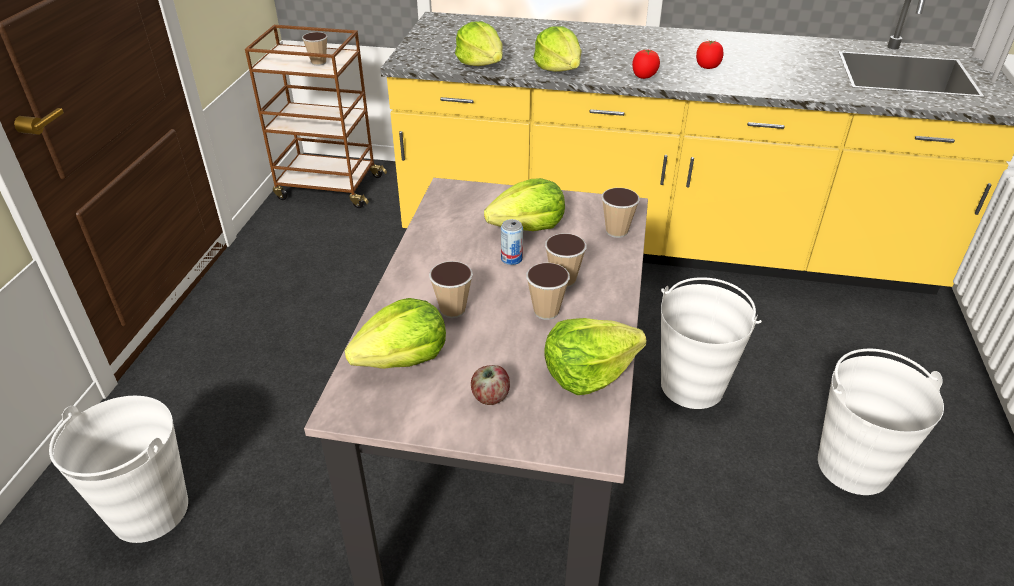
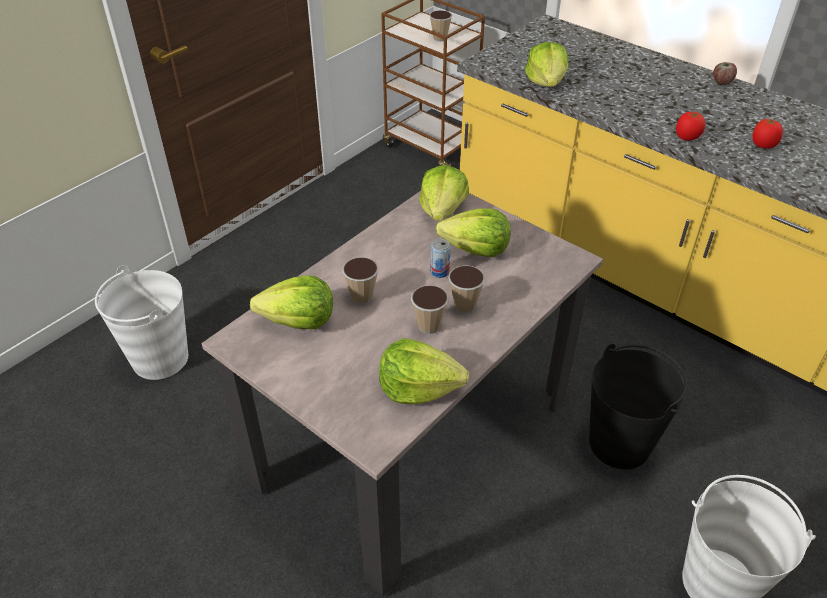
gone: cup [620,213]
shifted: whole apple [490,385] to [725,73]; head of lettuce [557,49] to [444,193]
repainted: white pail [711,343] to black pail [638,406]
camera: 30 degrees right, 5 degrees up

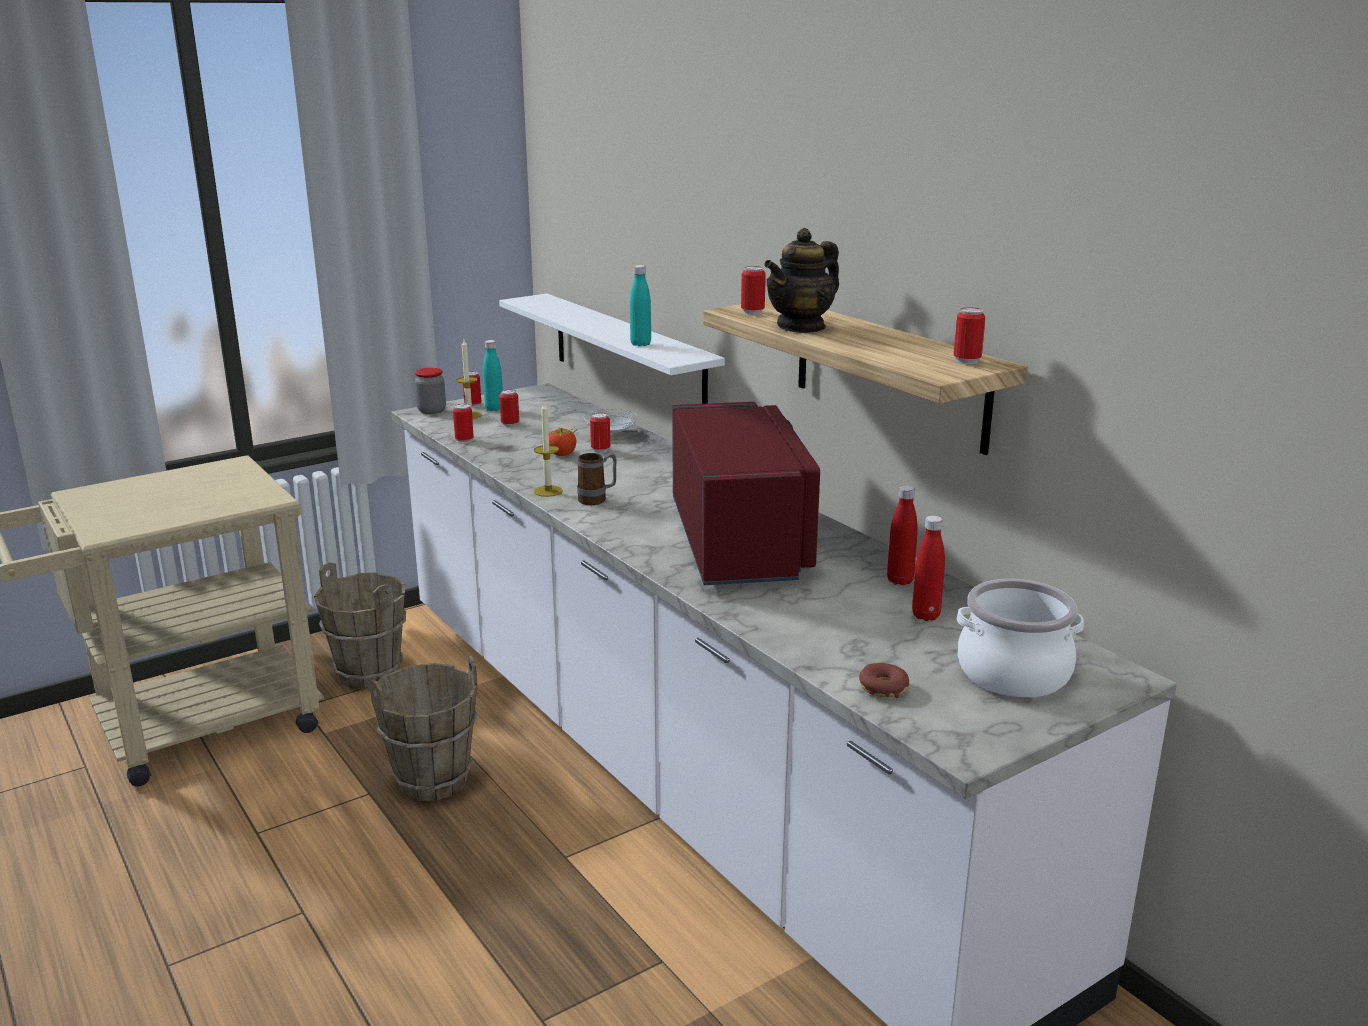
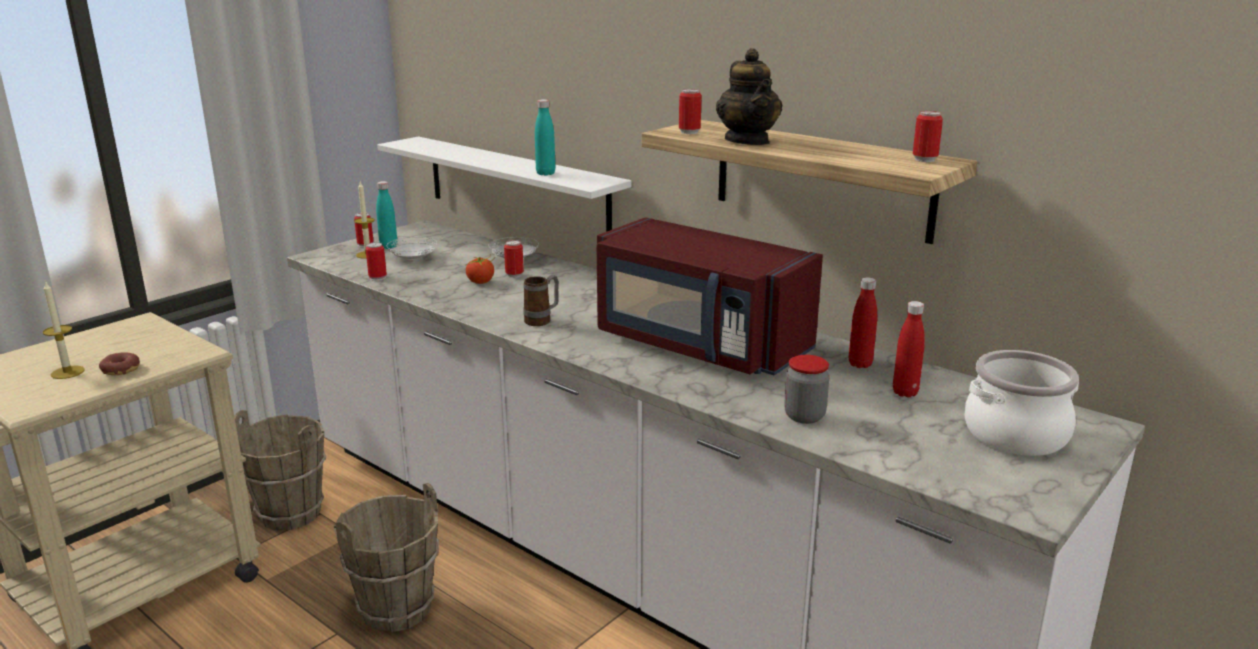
shifted: storage jar [430,391] to [807,389]; candle [548,449] to [64,329]; doughnut [884,680] to [119,363]
swapped: sealed can [509,408] to white dinner plate [411,248]
rotated: red microwave oven [746,493] = [710,296] 150 degrees clockwise; pot for tea [801,280] = [749,96] 45 degrees counterclockwise
camera: 15 degrees left, 0 degrees up

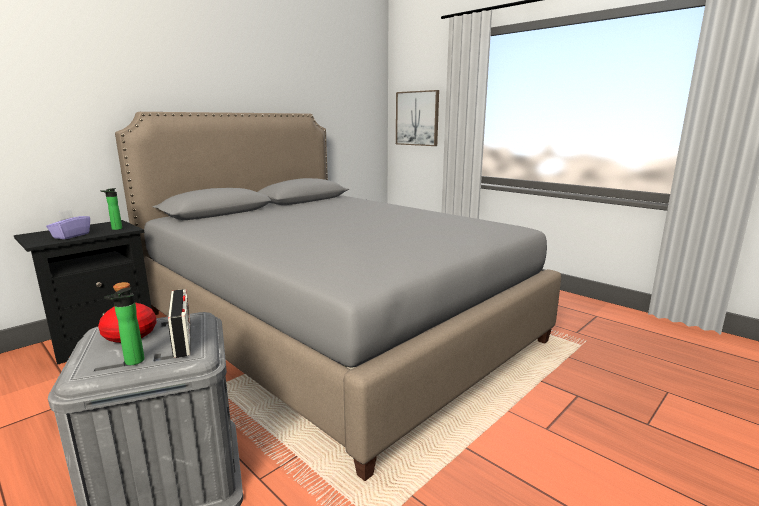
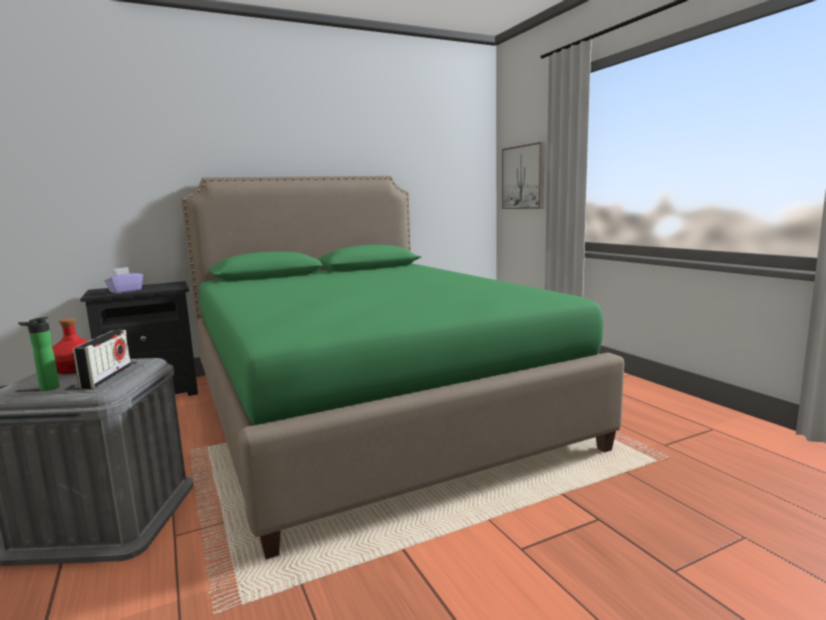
gone: drink bottle [111,209]
repainted: grey sleeping bed [338,296] to greenish sleeping bed [402,367]
camera: 20 degrees right, 5 degrees down

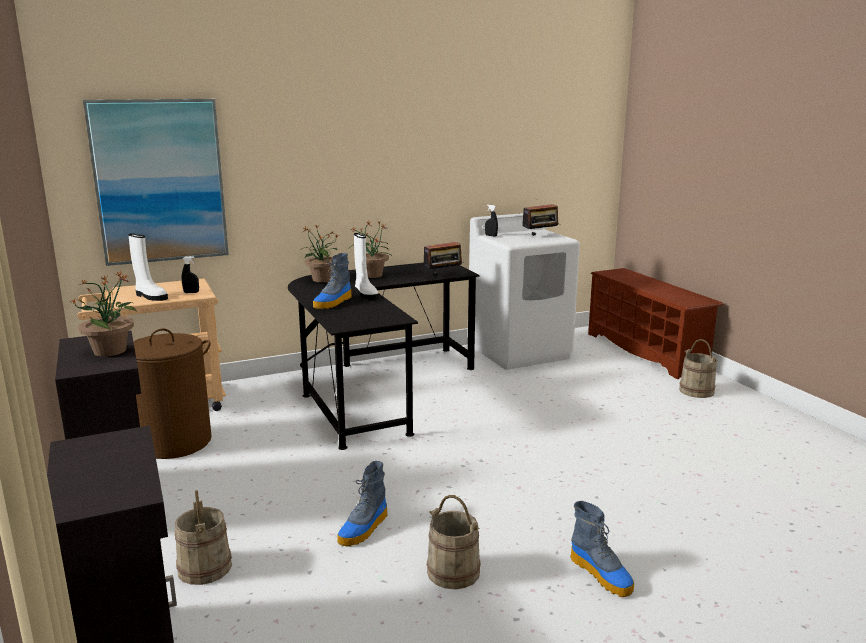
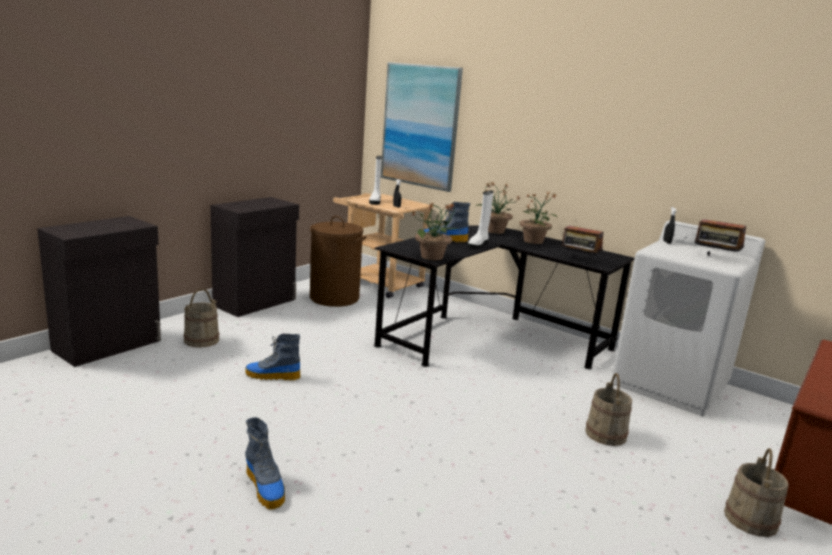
shifted: plant in a pot [103,314] to [435,231]; beige pail [454,542] to [608,409]
rotated: boot [602,549] = [265,463] 60 degrees counterclockwise
camera: 60 degrees right, 0 degrees up

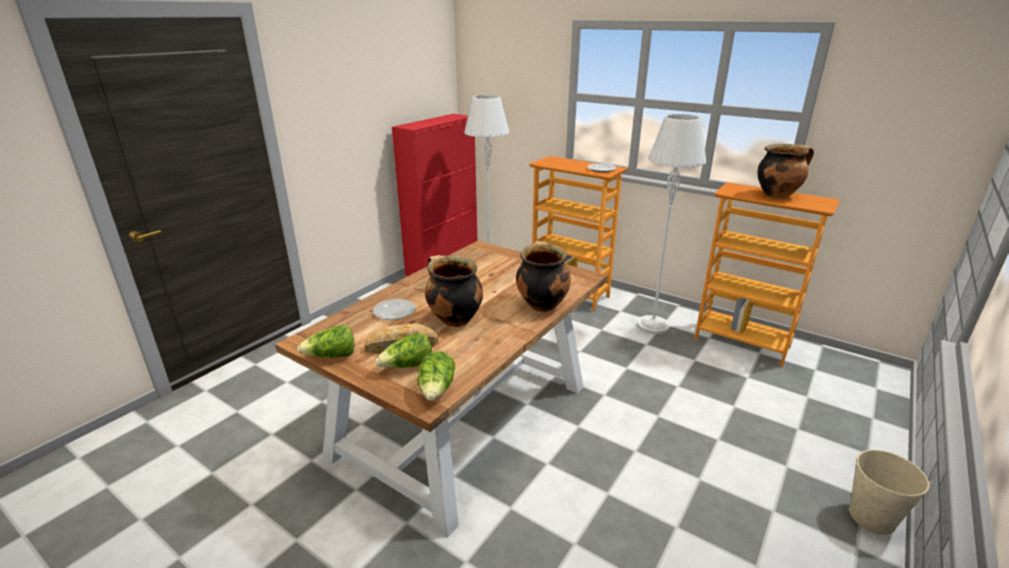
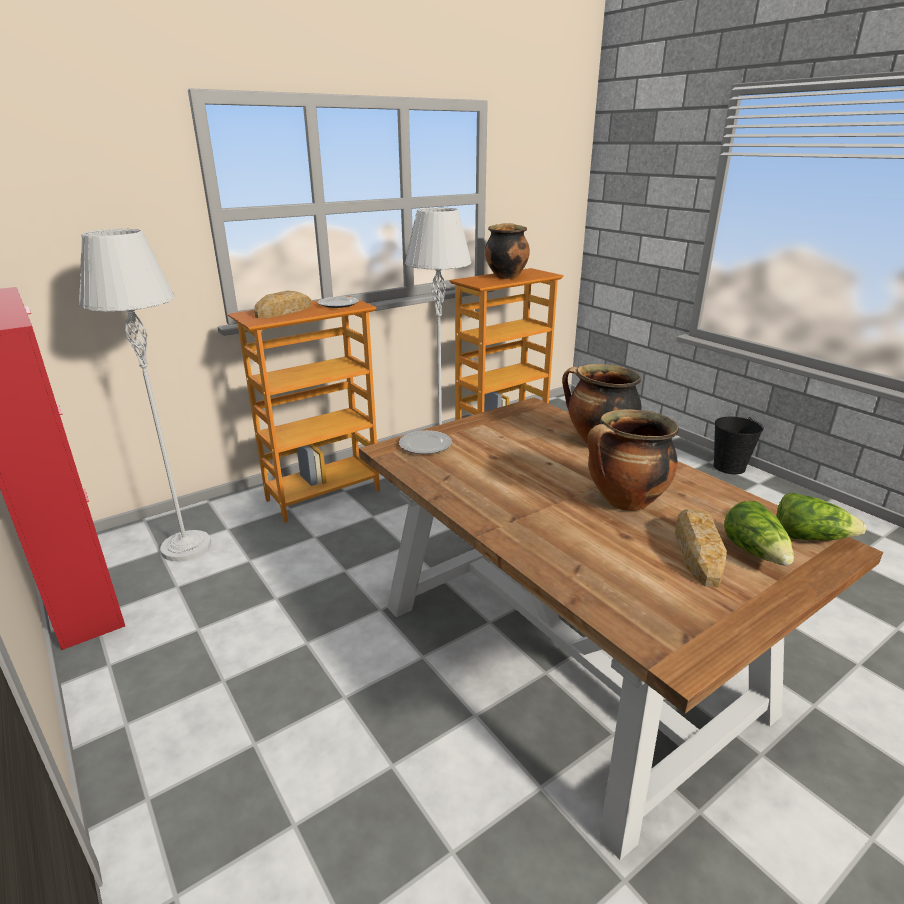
gone: head of lettuce [326,341]
new: bakery bread [283,305]
shifted: dinner plate [394,309] to [425,442]
repainted: beige pail [890,492] to black pail [738,445]
camera: 70 degrees left, 0 degrees up

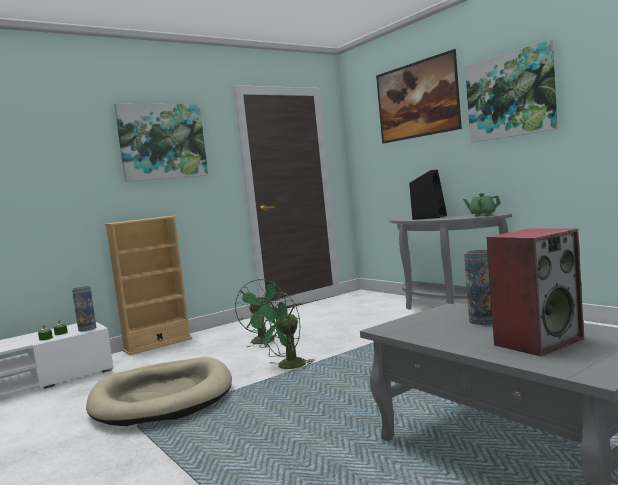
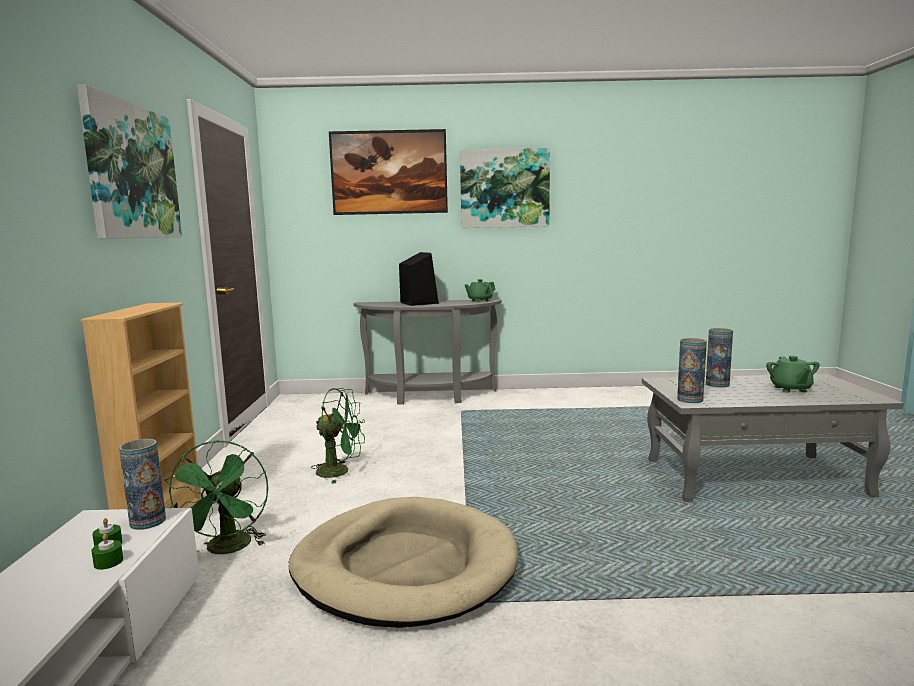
new: flower vase [692,370]
shifted: greenish cooling fan [284,330] to [216,497]
swapped: speaker [535,292] to greenish pot for tea [793,374]
camera: 55 degrees left, 5 degrees up

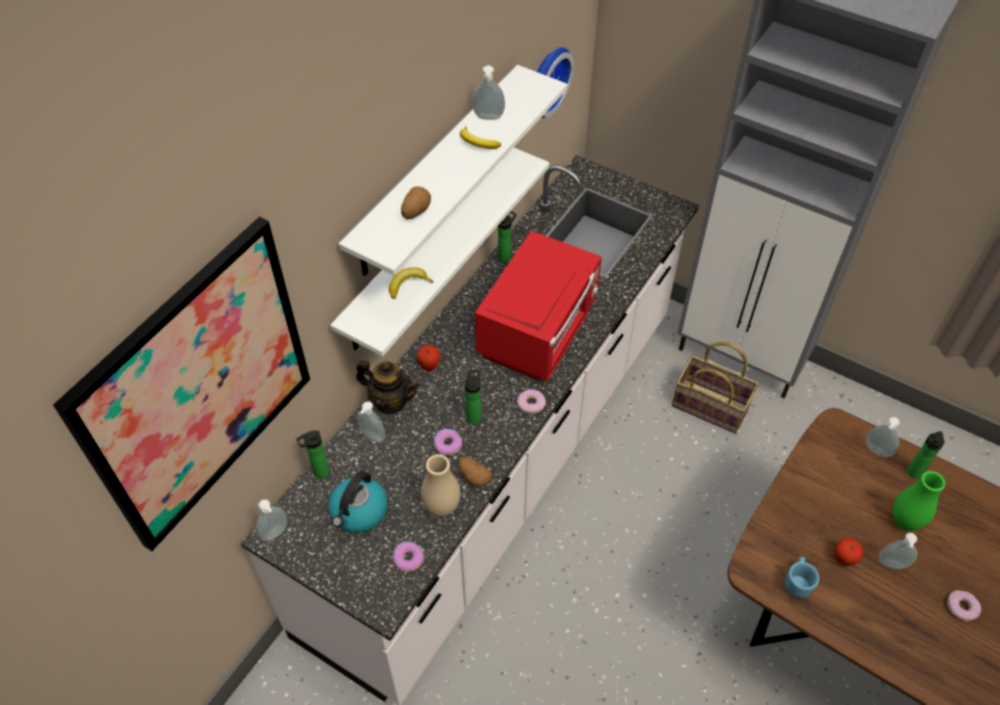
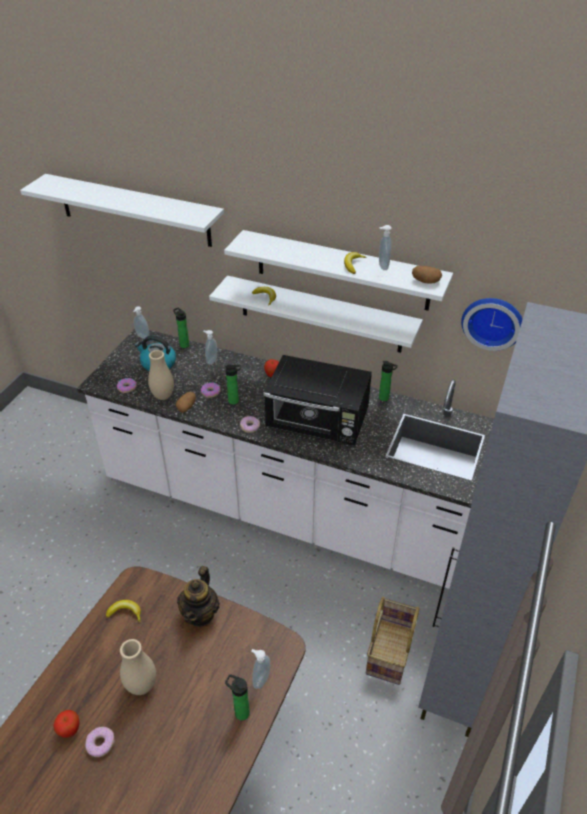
gone: greenish flower vase [919,501]
shifted: pot for tea [387,387] to [198,596]; whole potato [416,202] to [427,275]; whole apple [848,552] to [67,723]
swapped: wall picture [181,384] to white shelf [122,210]; blue mug [802,577] to whole banana [123,611]; soap dispenser [898,551] to beige flower vase [138,667]
repainted: red microwave oven [538,306] to black microwave oven [317,400]
camera: 80 degrees right, 10 degrees down

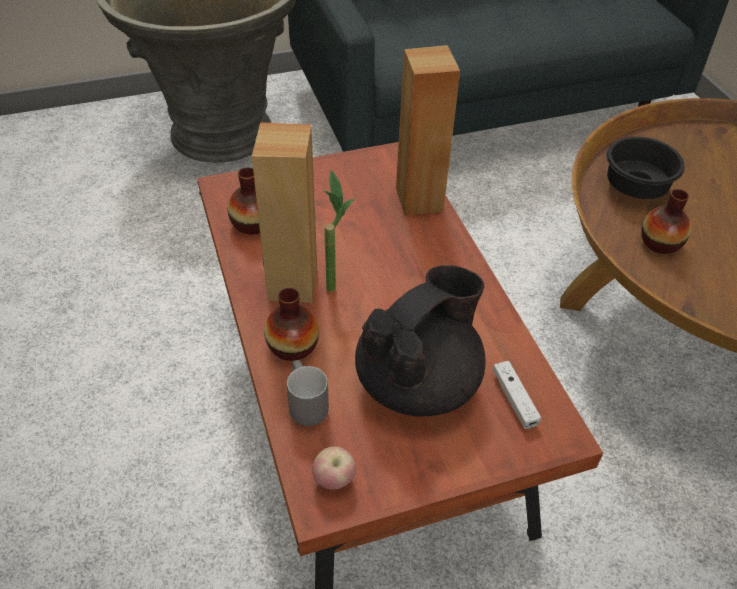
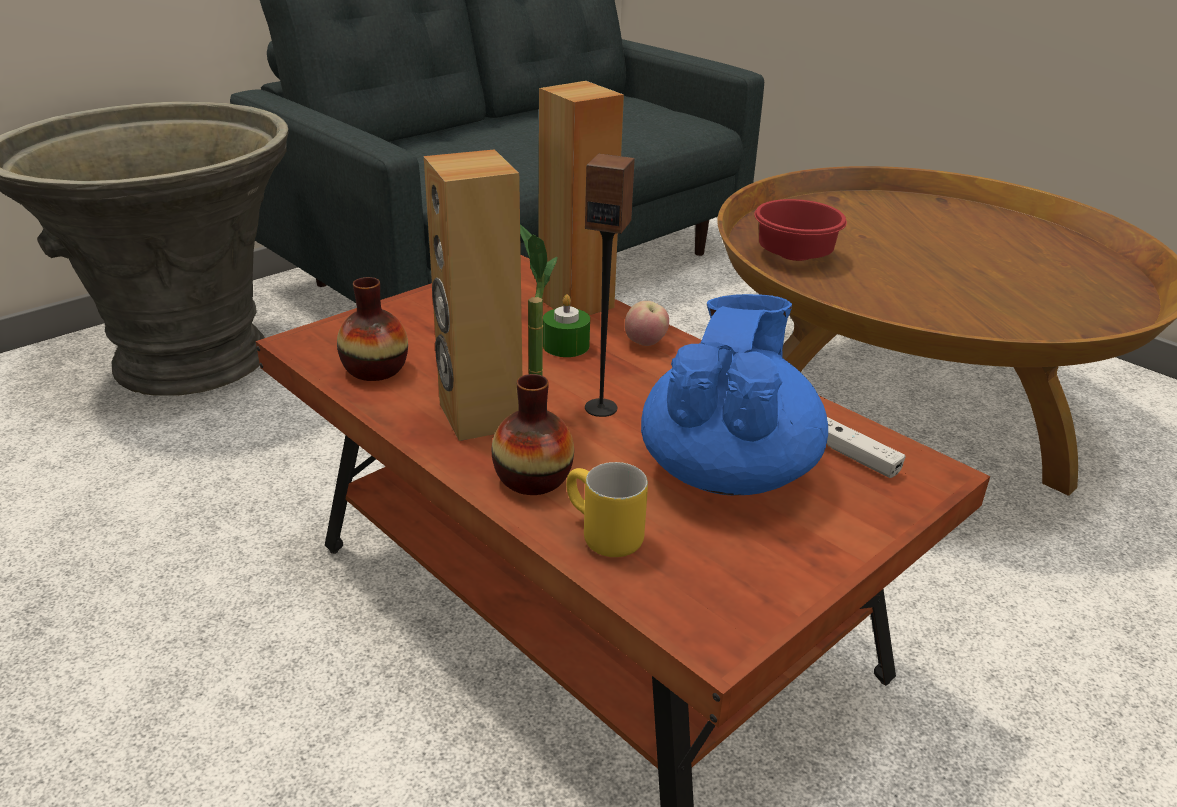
gone: flower vase [666,221]
new: greenish candle [566,325]; speaker [610,285]
shifted: whole apple [334,468] to [647,323]
repainted: grey mug [308,393] to yellow mug [607,509]; black pot for tea [420,340] to blue pot for tea [734,394]; black deep dish [645,168] to red deep dish [800,230]
camera: 25 degrees left, 15 degrees down

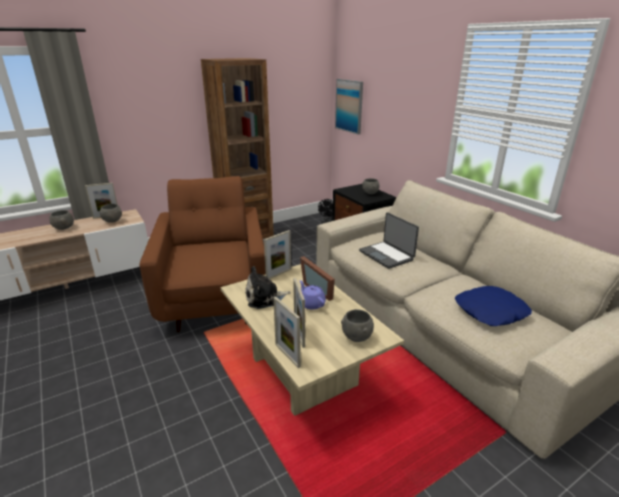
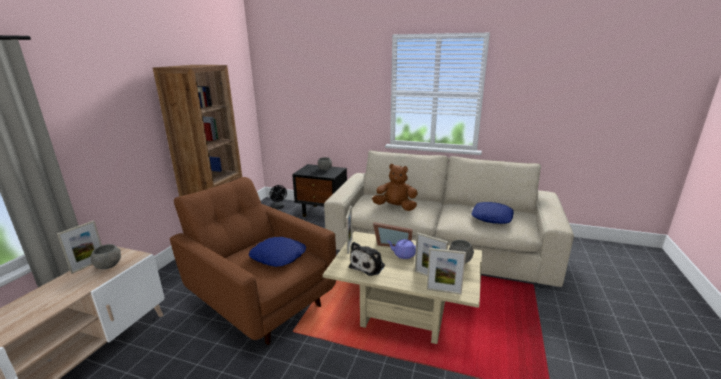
gone: grey deep dish [61,220]; wall picture [349,107]
new: blue pillow [278,252]
swapped: notebook computer [389,240] to brownish cuddly toy [395,187]
camera: 40 degrees left, 5 degrees down

